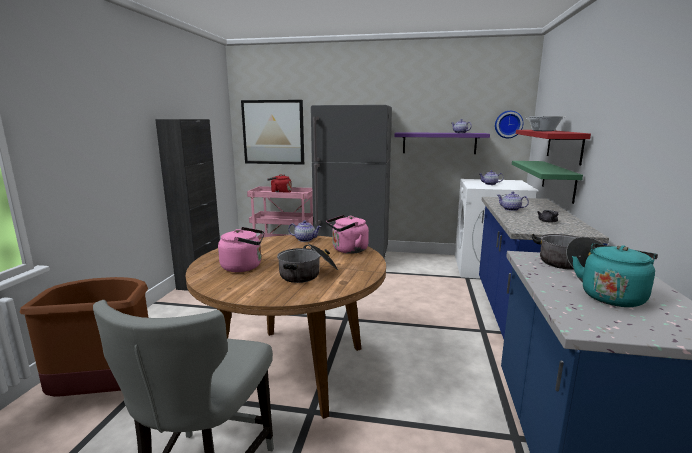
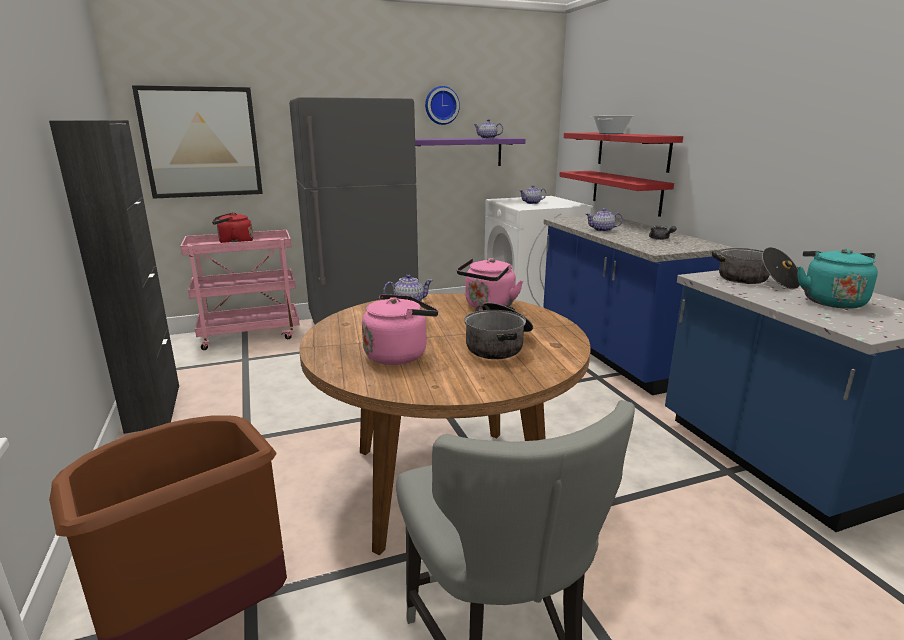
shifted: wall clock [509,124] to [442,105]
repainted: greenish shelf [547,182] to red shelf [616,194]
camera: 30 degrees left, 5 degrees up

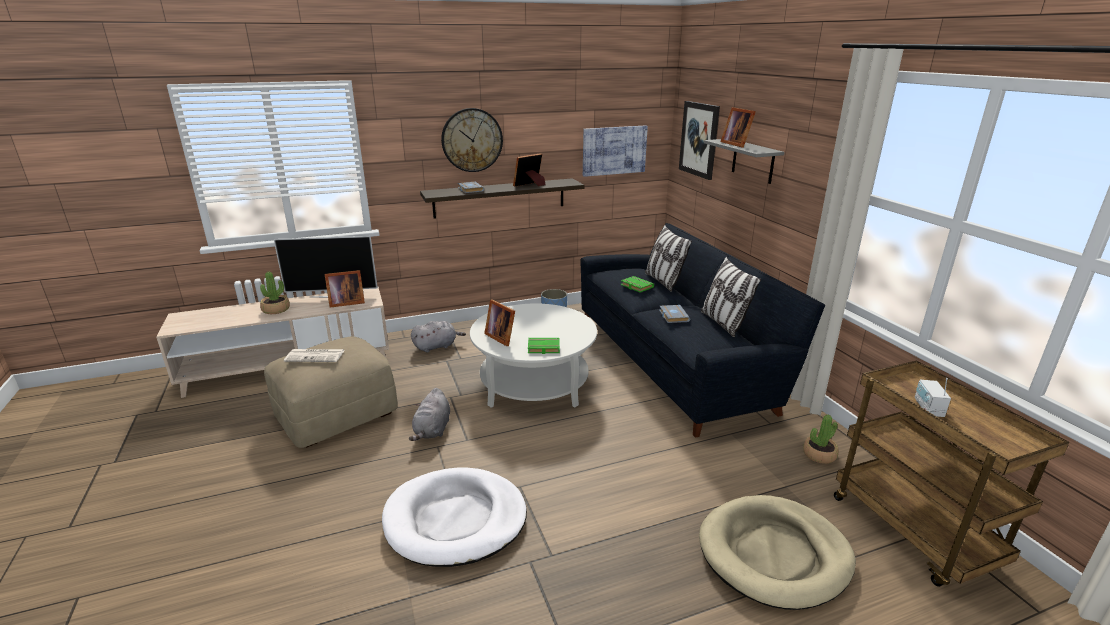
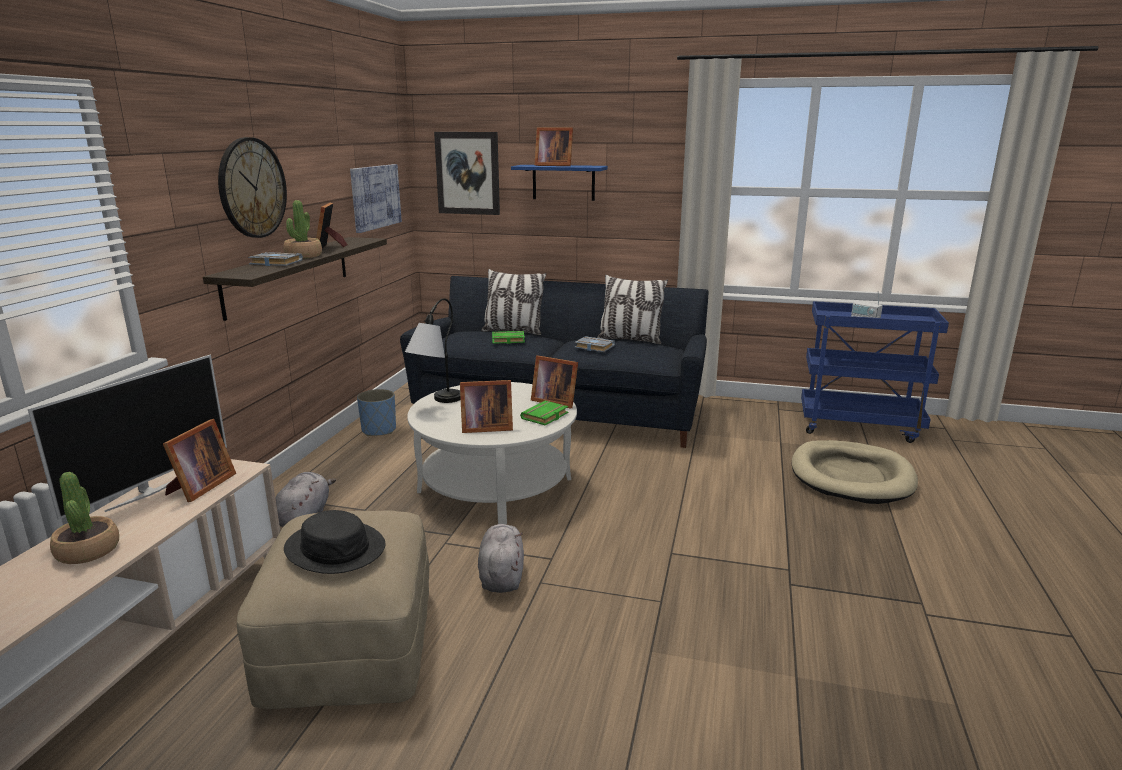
gone: white dog bed [454,517]
new: tabletop lamp [433,350]; picture frame [554,382]
shifted: plant in a pot [821,439] to [303,229]
swapped: newspaper [314,355] to black clothing hat [335,542]
repainted: grey shelf [744,161] to blue shelf [559,183]; brownish cart [952,474] to blue cart [875,372]
rotated: grey cuddly toy [429,414] = [501,558] 135 degrees counterclockwise
camera: 55 degrees left, 5 degrees down

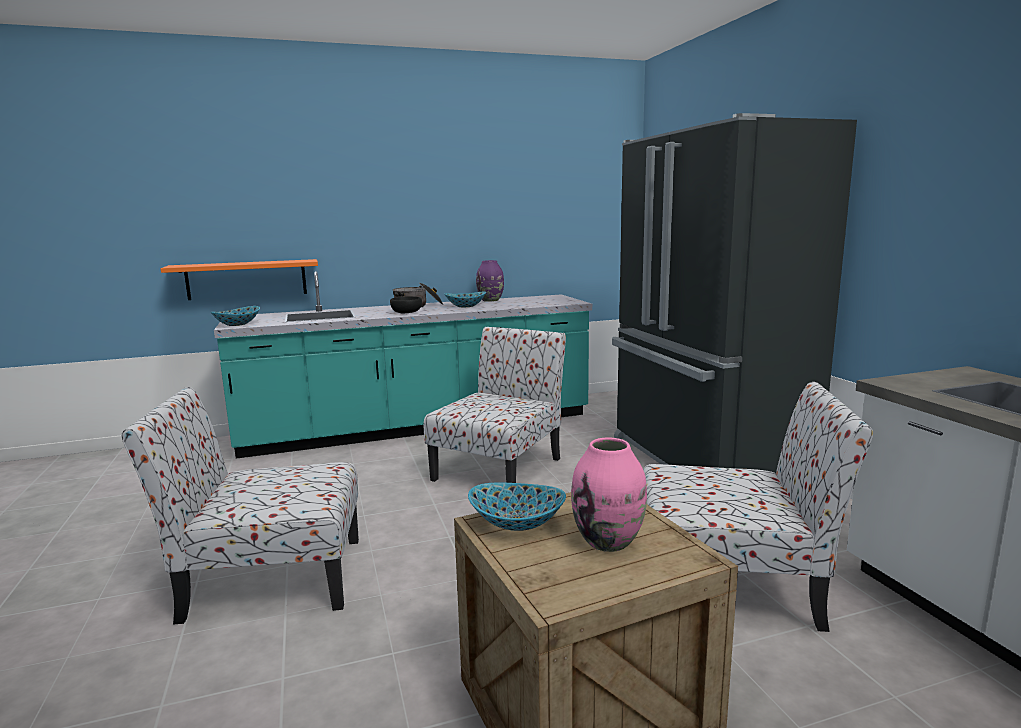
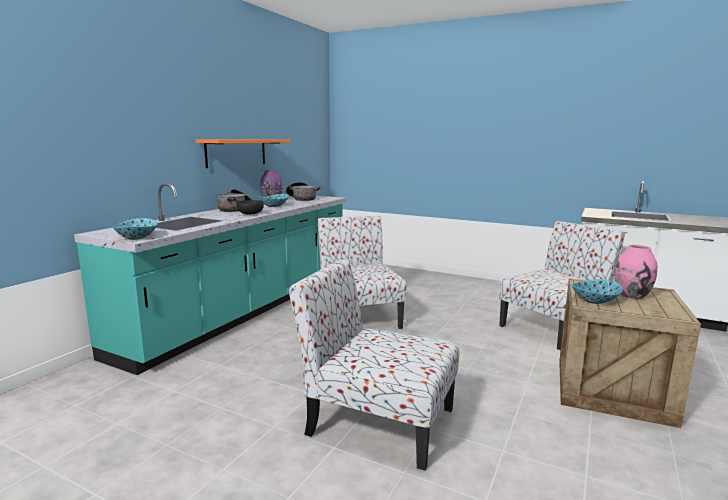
gone: black kitchen fridge [734,293]
new: cooking pot [303,191]
shifted: orangey shelf [239,279] to [243,153]
rotated: plain chair [240,505] = [374,364] 75 degrees clockwise
camera: 45 degrees left, 0 degrees up

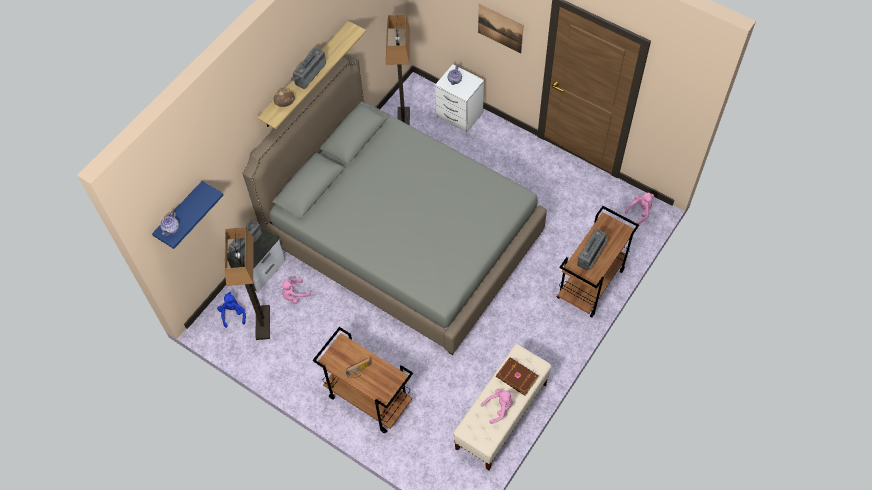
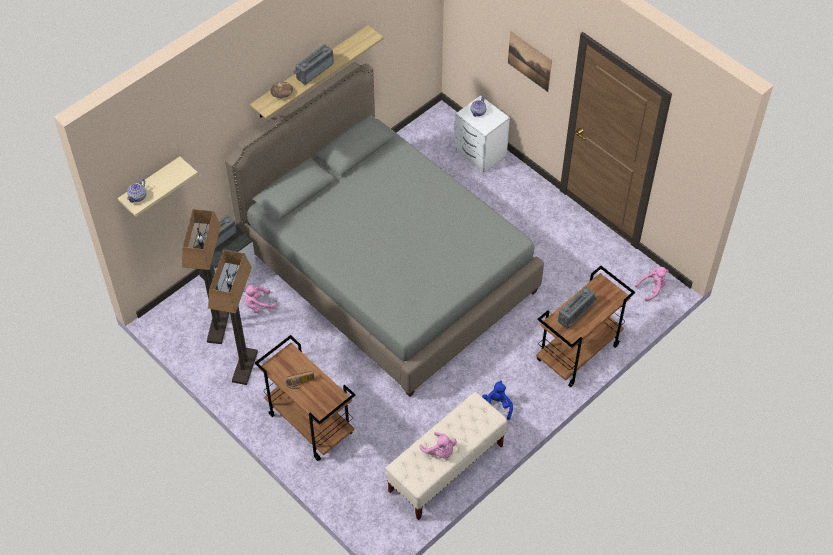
gone: brownish volume [517,376]
shifted: blue cuddly toy [231,310] to [497,400]; floor lamp [398,70] to [233,317]
repainted: blue shelf [188,215] to beige shelf [158,186]
rotated: pink-coloured cuddly toy [497,406] = [438,445] 60 degrees clockwise
camera: 10 degrees right, 5 degrees down

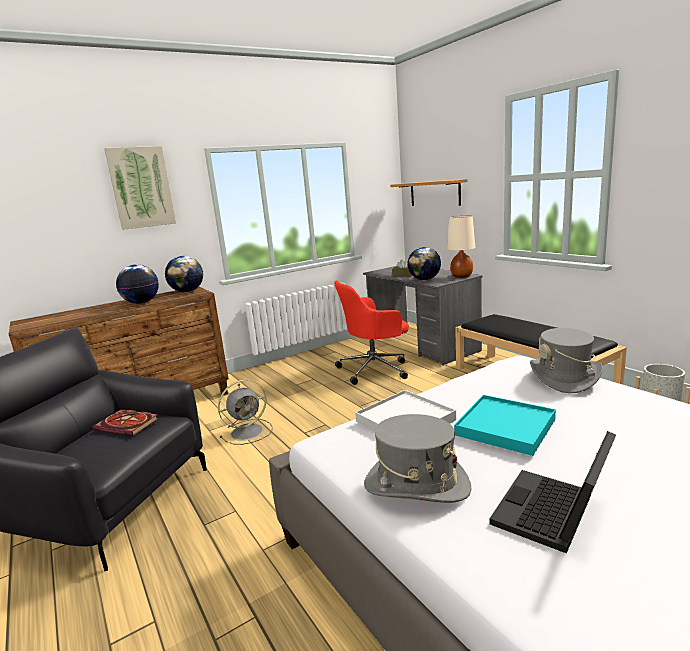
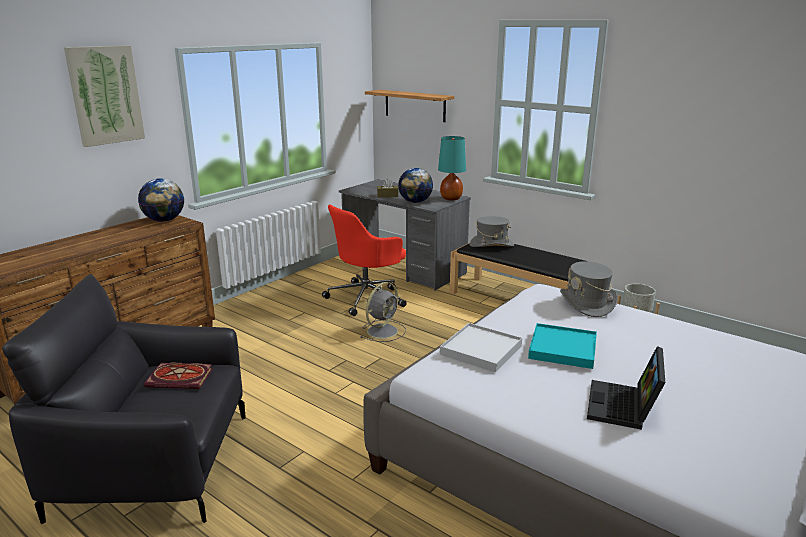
gone: desk globe [137,284]
shifted: grey cooling fan [245,412] to [383,312]; grey clothing hat [418,458] to [492,231]
repainted: beige tabletop lamp [461,247] to turquoise-coloured tabletop lamp [452,168]
camera: 20 degrees left, 5 degrees up

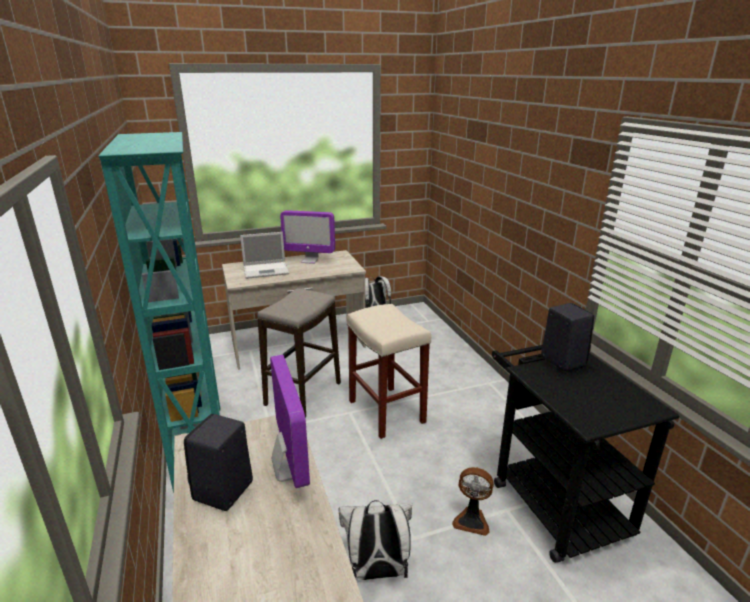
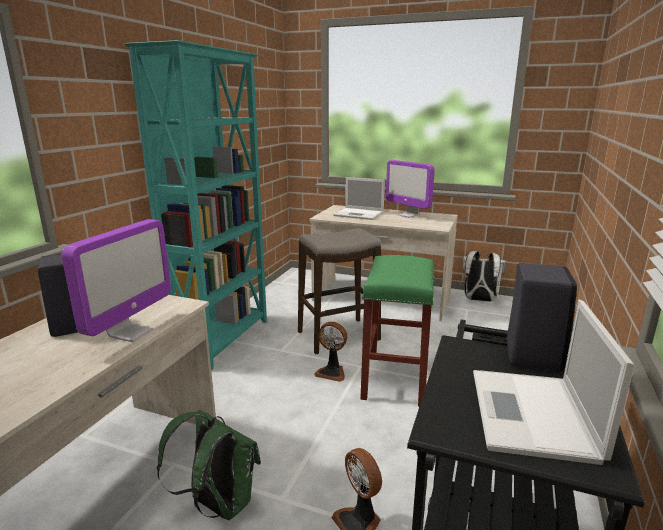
new: cooling fan [330,351]; notebook computer [554,382]
repainted: white knapsack [375,540] to greenish knapsack [209,465]; beige stool [389,371] to greenish stool [397,331]
camera: 40 degrees right, 5 degrees down

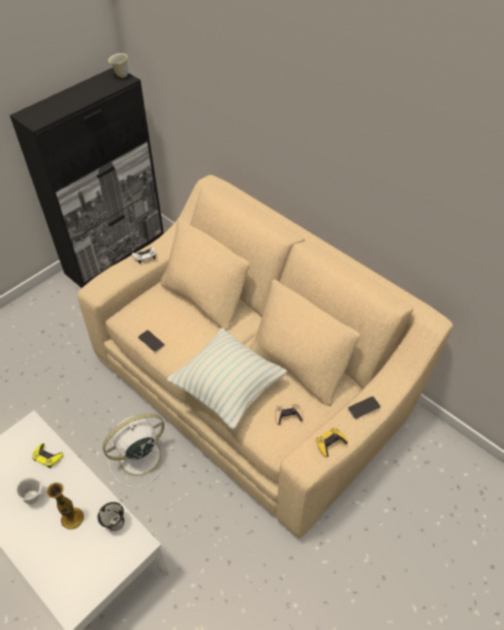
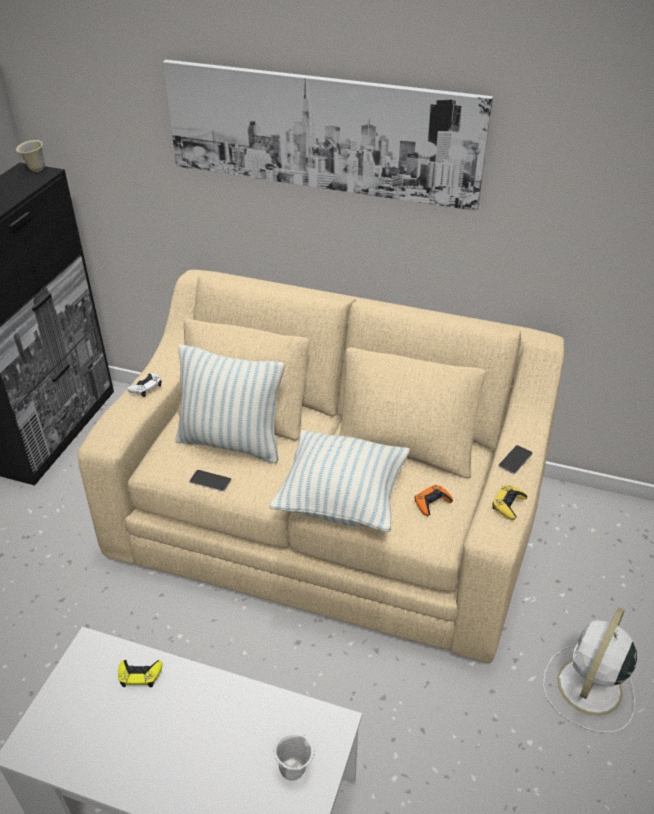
gone: flower vase [65,505]; black mug [111,516]
new: wall picture [328,135]; pillow [229,403]
shifted: white mug [29,490] to [294,756]; white cooling fan [138,451] to [590,670]
repainted: beige game controller [289,414] to orangey game controller [434,500]
camera: 25 degrees left, 10 degrees down

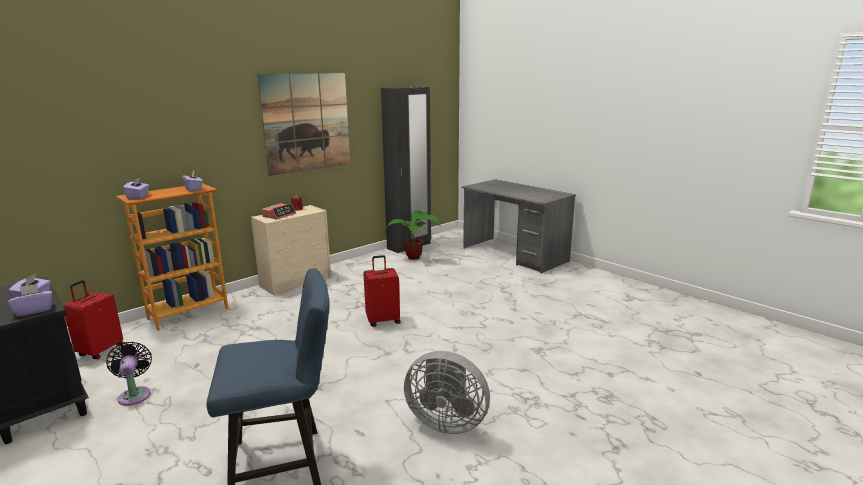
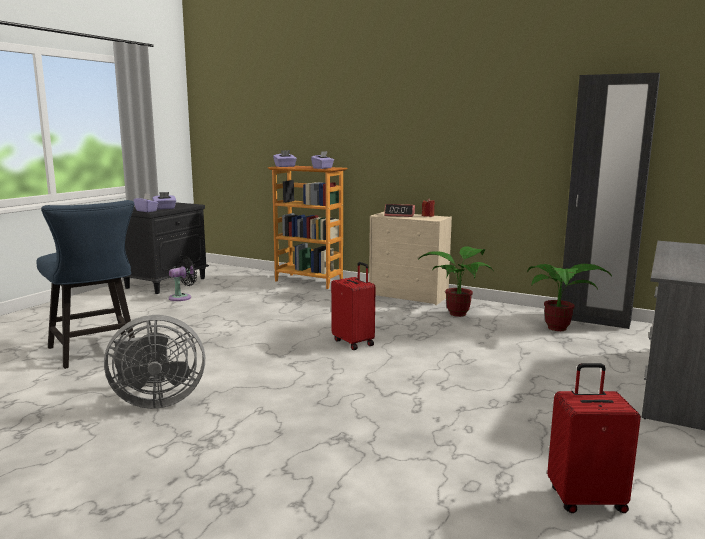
gone: wall picture [303,124]
new: plant in a pot [455,281]
shifted: red travel case [93,319] to [594,438]
rotated: grey cooling fan [447,392] = [154,362] 105 degrees counterclockwise
camera: 70 degrees right, 5 degrees down

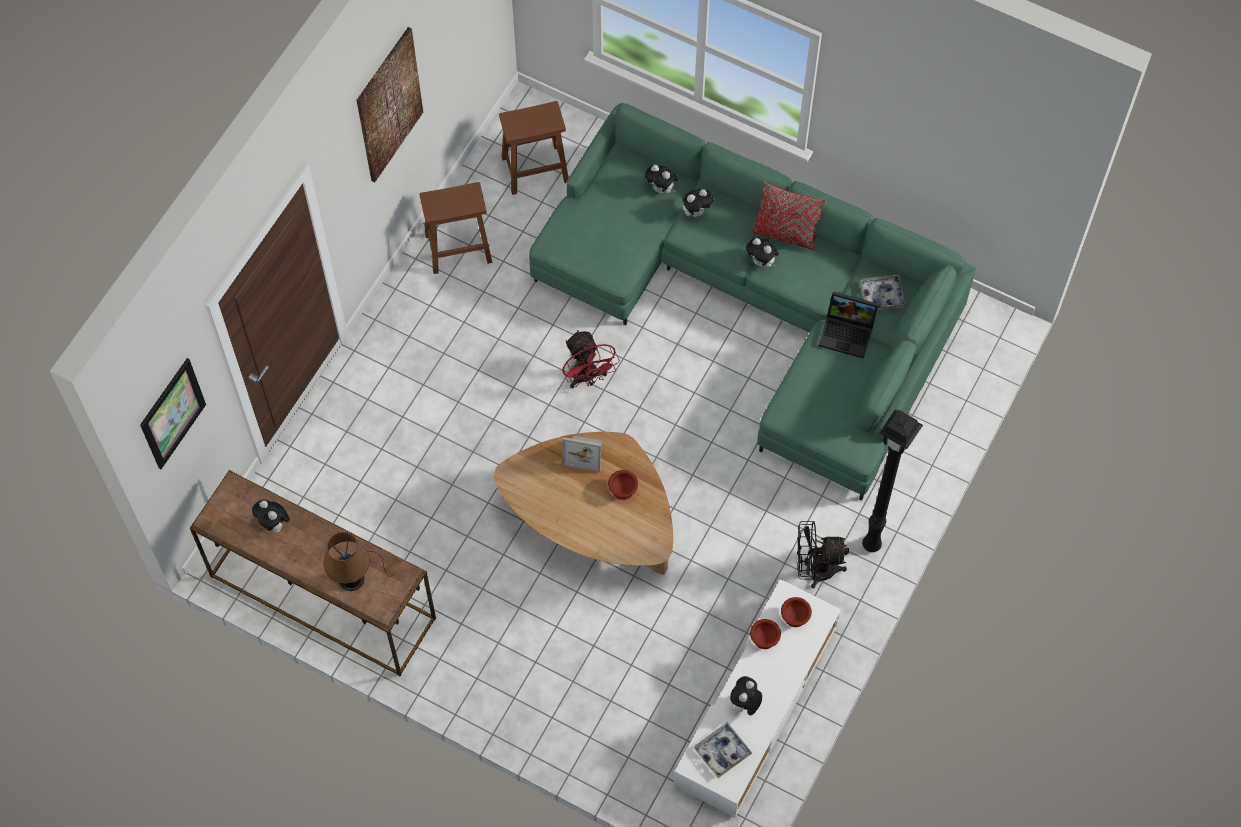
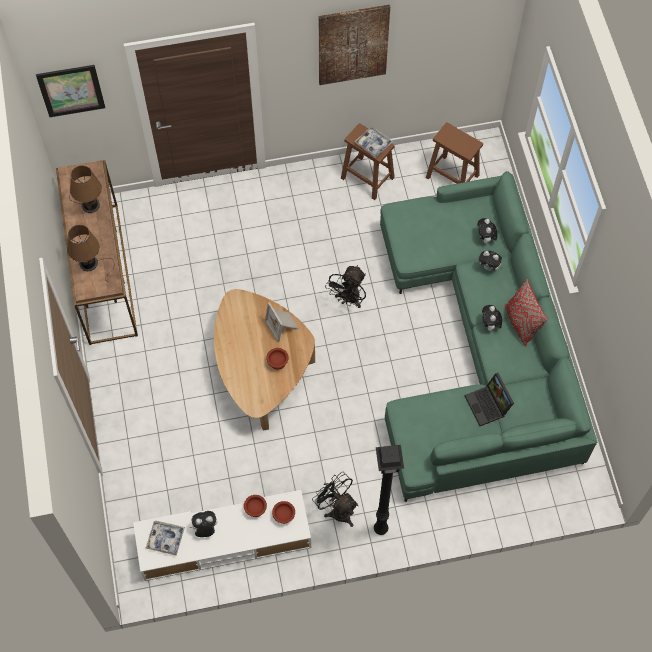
shifted: serving tray [883,292] to [374,142]
swapped: cuddly toy [271,516] to brownish tabletop lamp [85,189]
repainted: red cooling fan [591,359] to black cooling fan [345,286]
camera: 50 degrees right, 0 degrees up

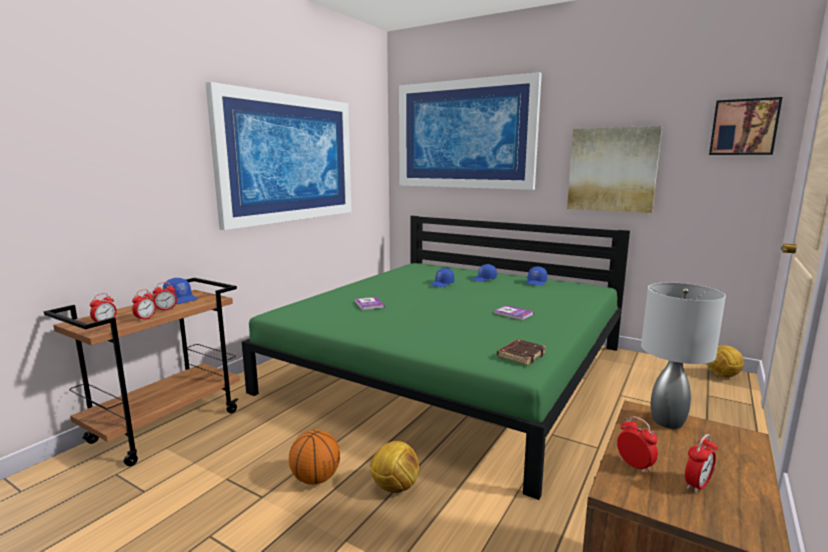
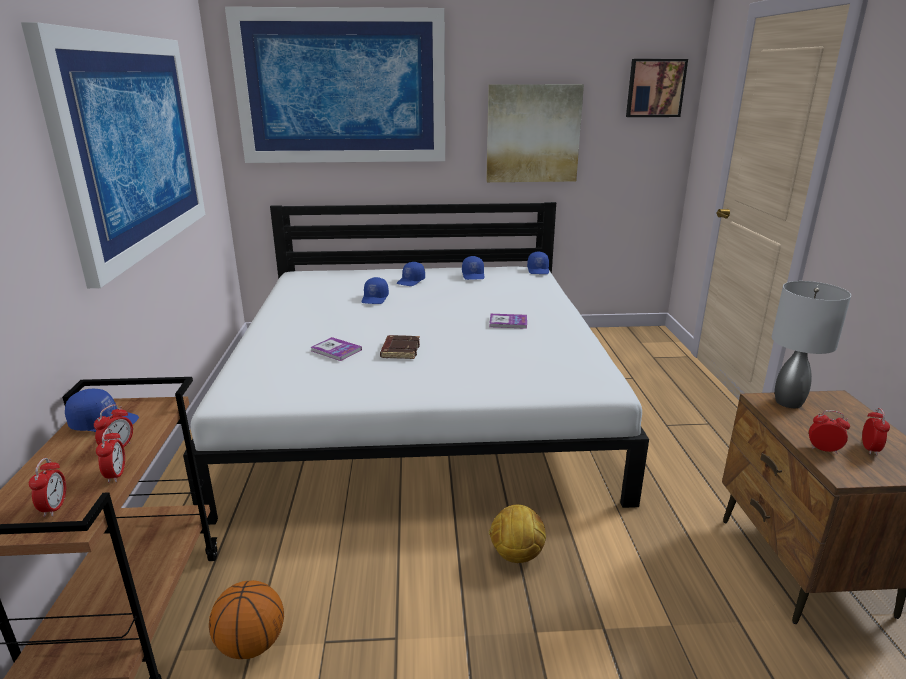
gone: football ball [725,361]
new: blue peaked cap [538,263]
shifted: ball for basketball [314,457] to [246,619]; brownish volume [521,352] to [400,347]
repainted: greenish sleeping bed [436,358] to white sleeping bed [416,363]
camera: 35 degrees left, 10 degrees up

